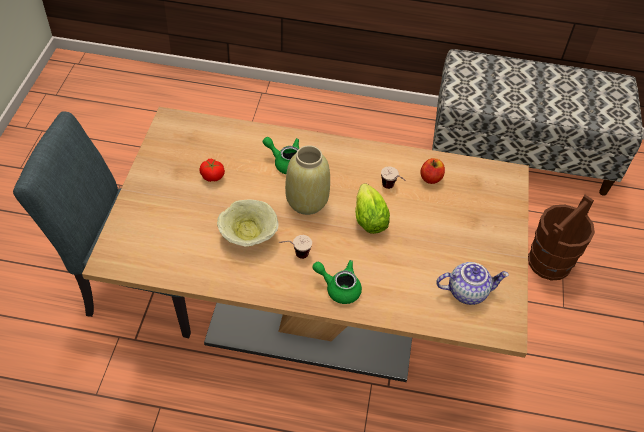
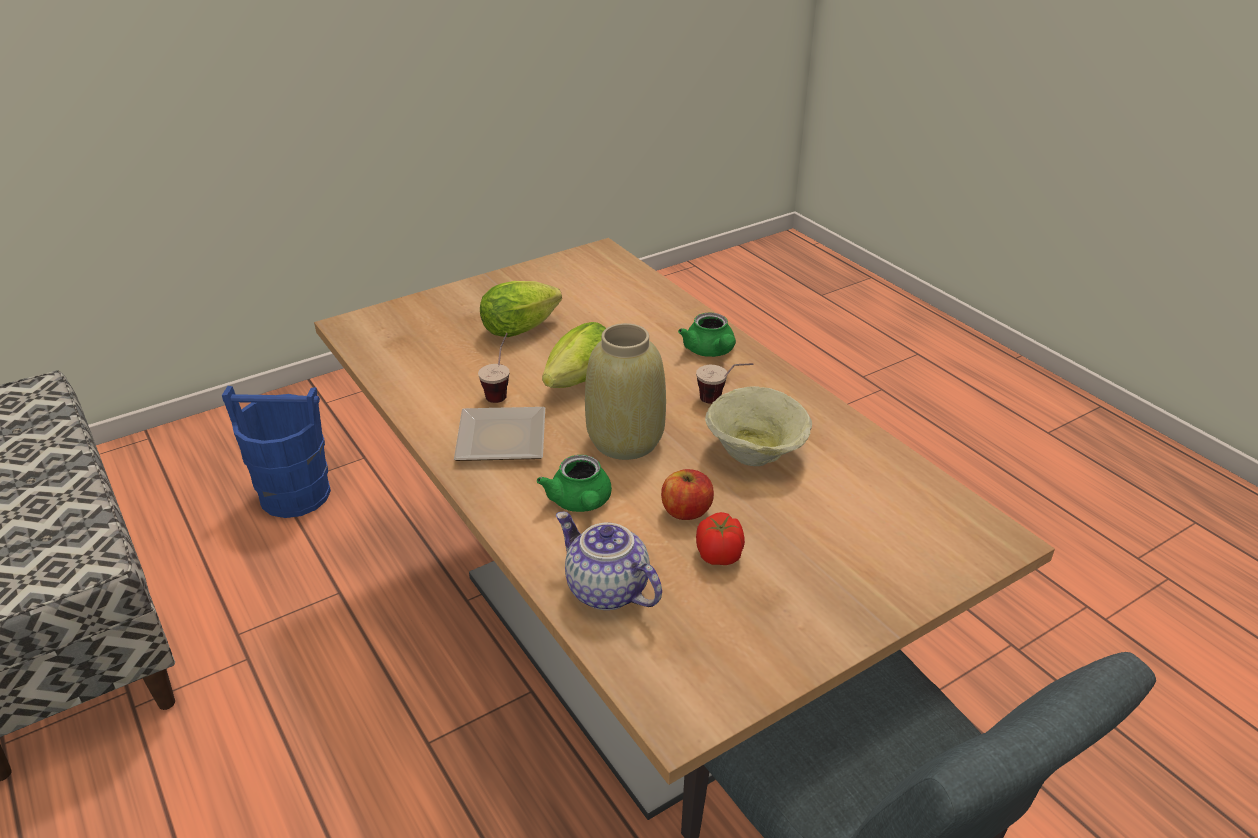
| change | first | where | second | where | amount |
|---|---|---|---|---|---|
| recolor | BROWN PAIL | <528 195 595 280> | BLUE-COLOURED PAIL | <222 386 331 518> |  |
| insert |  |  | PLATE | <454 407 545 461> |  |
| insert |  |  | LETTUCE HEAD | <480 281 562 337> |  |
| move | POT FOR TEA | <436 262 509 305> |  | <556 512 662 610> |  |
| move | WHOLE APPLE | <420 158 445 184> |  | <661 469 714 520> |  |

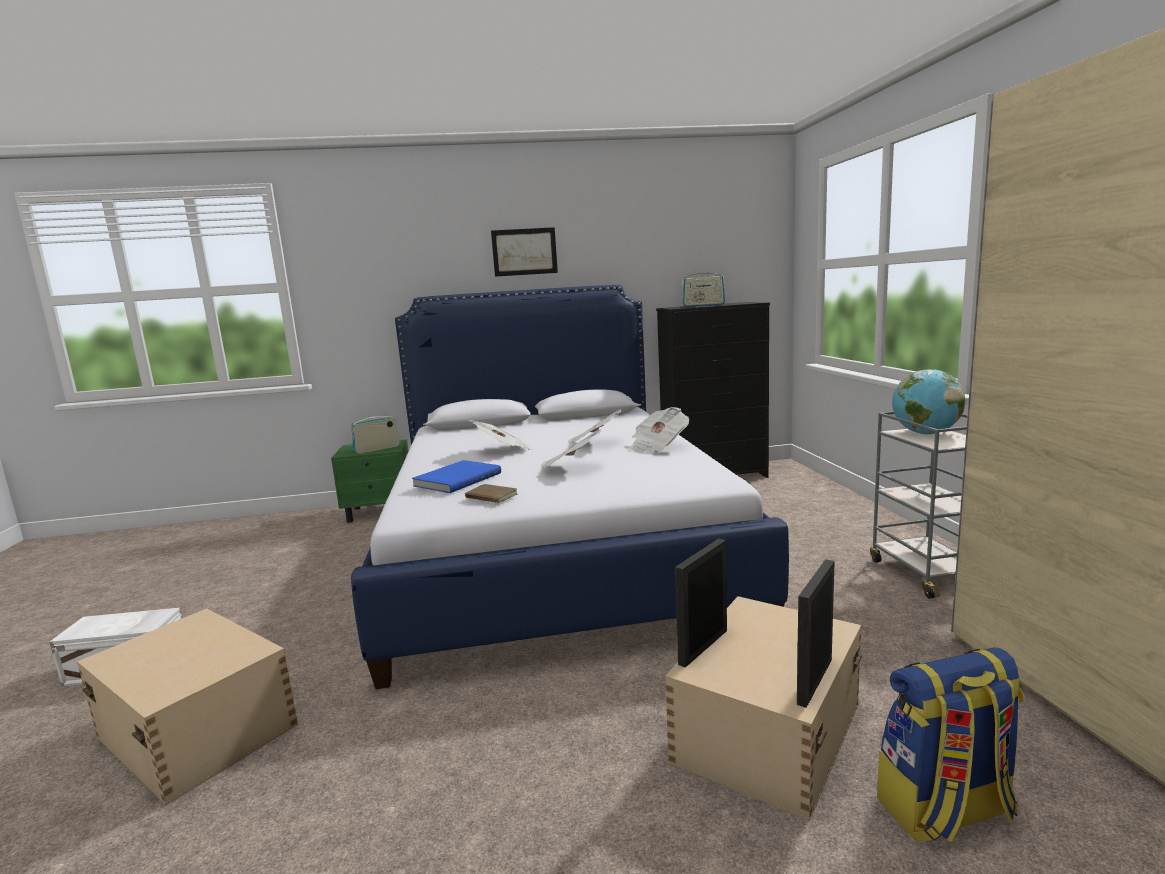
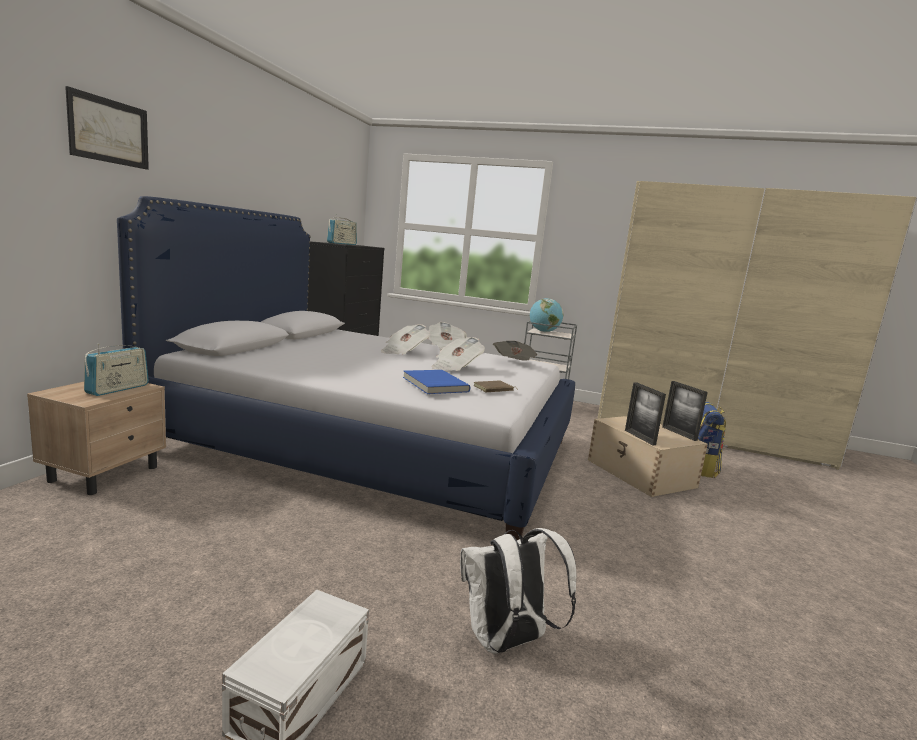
| change | first | where | second | where | amount |
|---|---|---|---|---|---|
| recolor | GREEN BEDSIDE TABLE | <331 439 409 523> | SAND-COLOURED BEDSIDE TABLE | <27 382 166 495> |  |
| move | PICTURE | <491 227 558 277> |  | <65 86 149 170> |  |
| rotate | RADIO | <351 411 400 454> |  | <84 344 149 396> | 150 degrees counterclockwise |
| replace | SAND-COLOURED STORAGE CONTAINER | <77 608 298 805> | WHITE-COLOURED BACKPACK | <460 528 576 654> |  |
| move | NEWSPAPER | <469 420 532 450> |  | <493 341 537 360> |  |

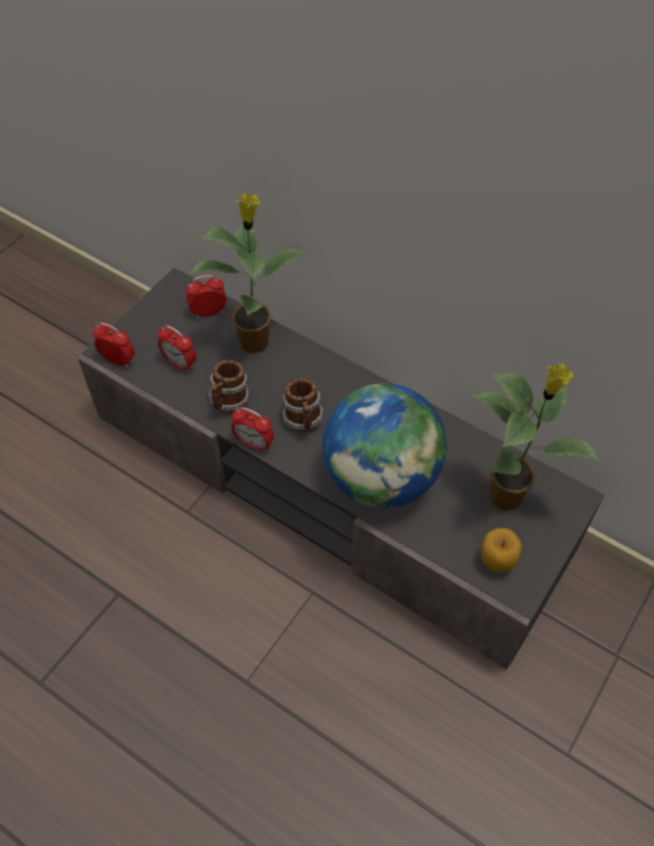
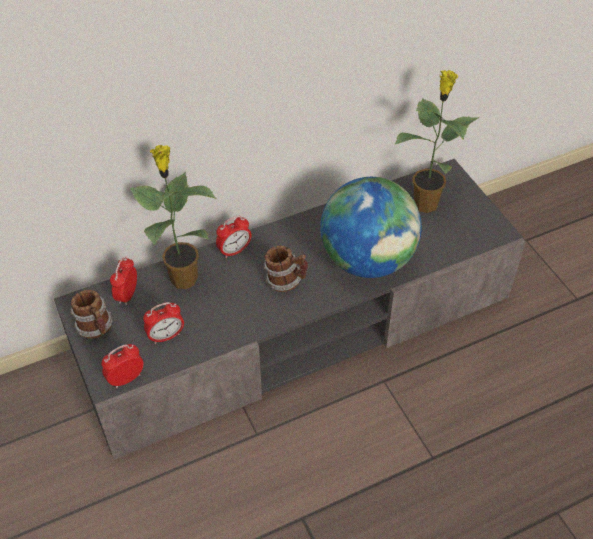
| change | first | where | second | where | amount |
|---|---|---|---|---|---|
| move | TEA MUG | <208 360 250 413> |  | <70 290 113 339> |  |
| move | ALARM CLOCK | <231 407 274 452> |  | <216 216 252 258> |  |
| delete | WHOLE APPLE | <481 528 522 572> |  |  |  |

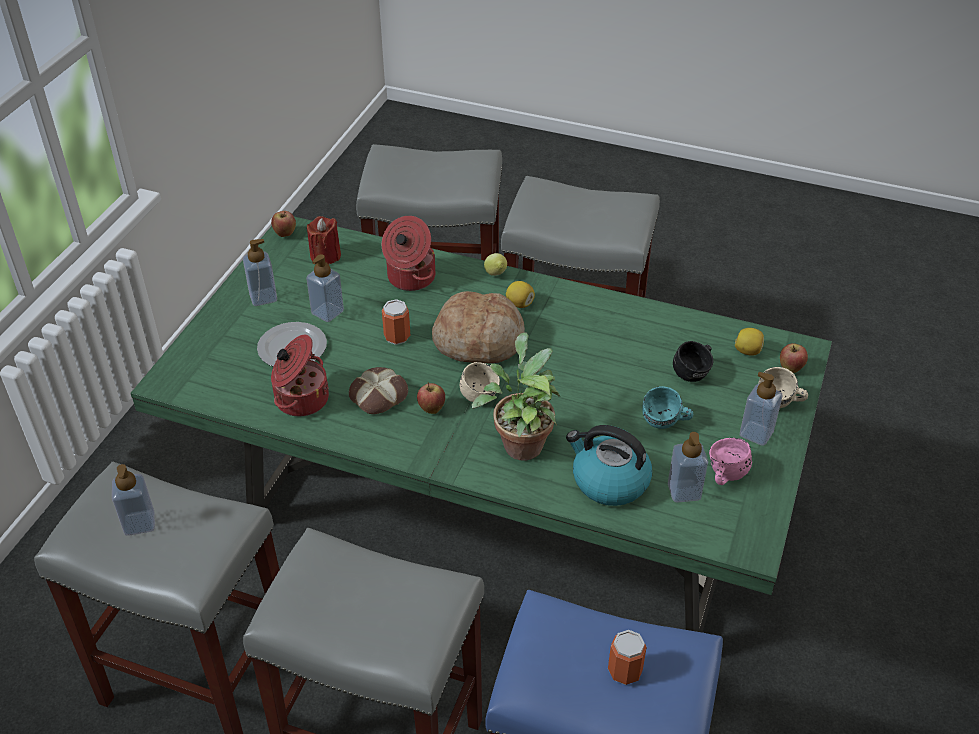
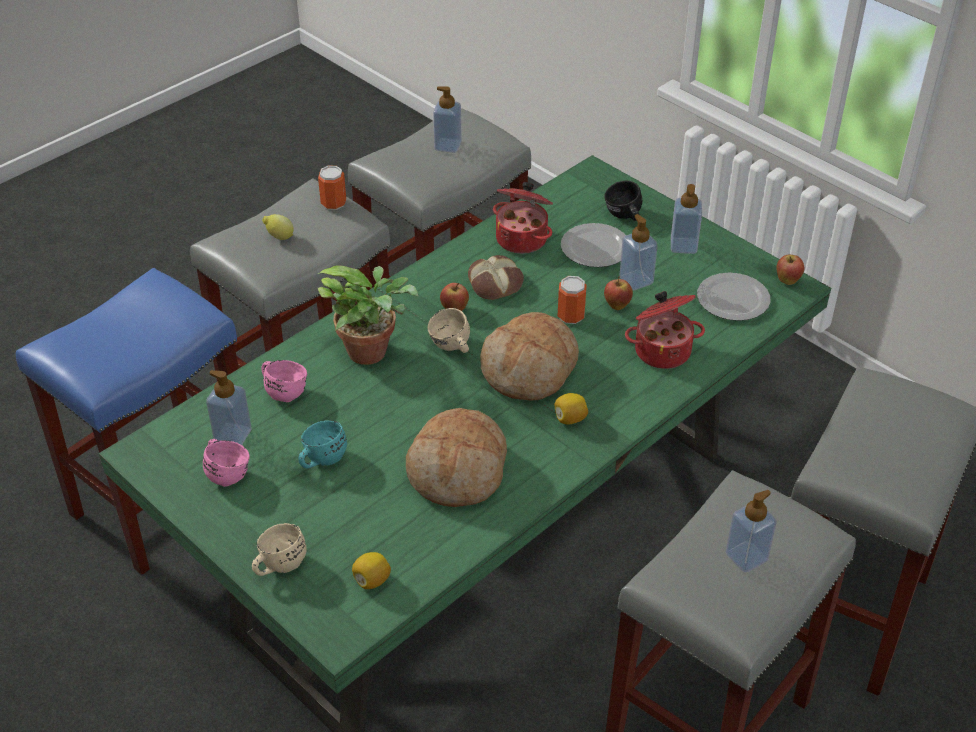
| change | first | where | second | where | amount |
|---|---|---|---|---|---|
| replace | KETTLE | <566 425 652 506> | PINKISH TEA MUG | <261 360 307 402> |  |
| move | LEMON | <484 253 507 276> |  | <262 214 294 240> |  |
| move | CAN | <608 630 647 685> |  | <318 165 346 210> |  |
| insert |  |  | BAKED BREAD | <406 408 507 507> |  |
| move | BLACKISH TEA MUG | <673 341 714 382> |  | <604 181 642 221> |  |
| move | WHOLE APPLE | <780 343 808 373> |  | <604 277 633 310> |  |
| replace | RED CANDLE | <307 216 341 264> | PLATE | <697 273 771 321> |  |
| move | SOAP DISPENSER | <740 372 782 446> |  | <726 490 777 572> |  |

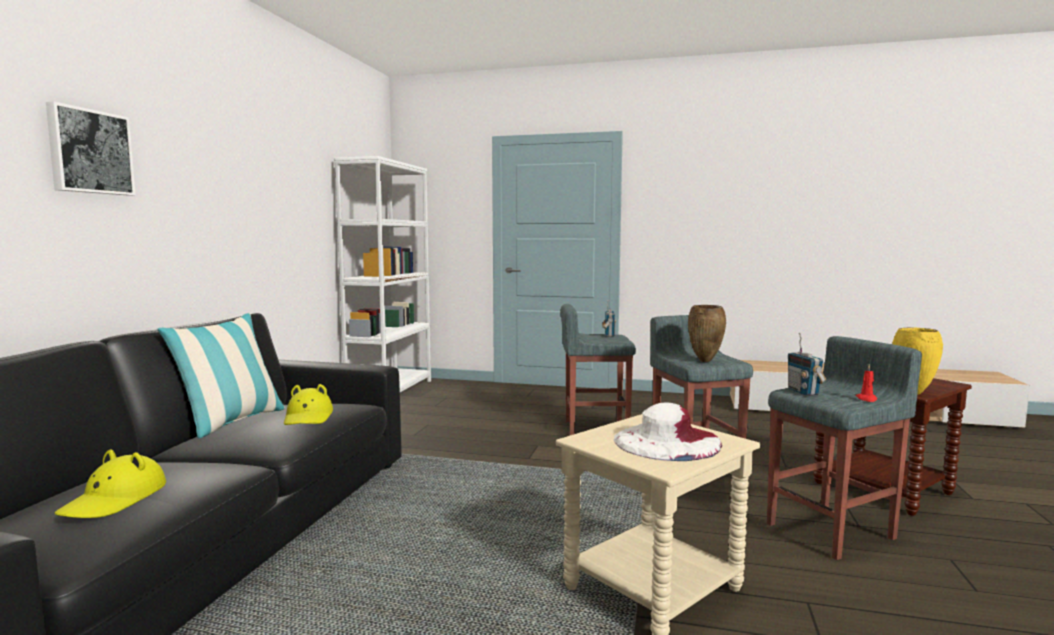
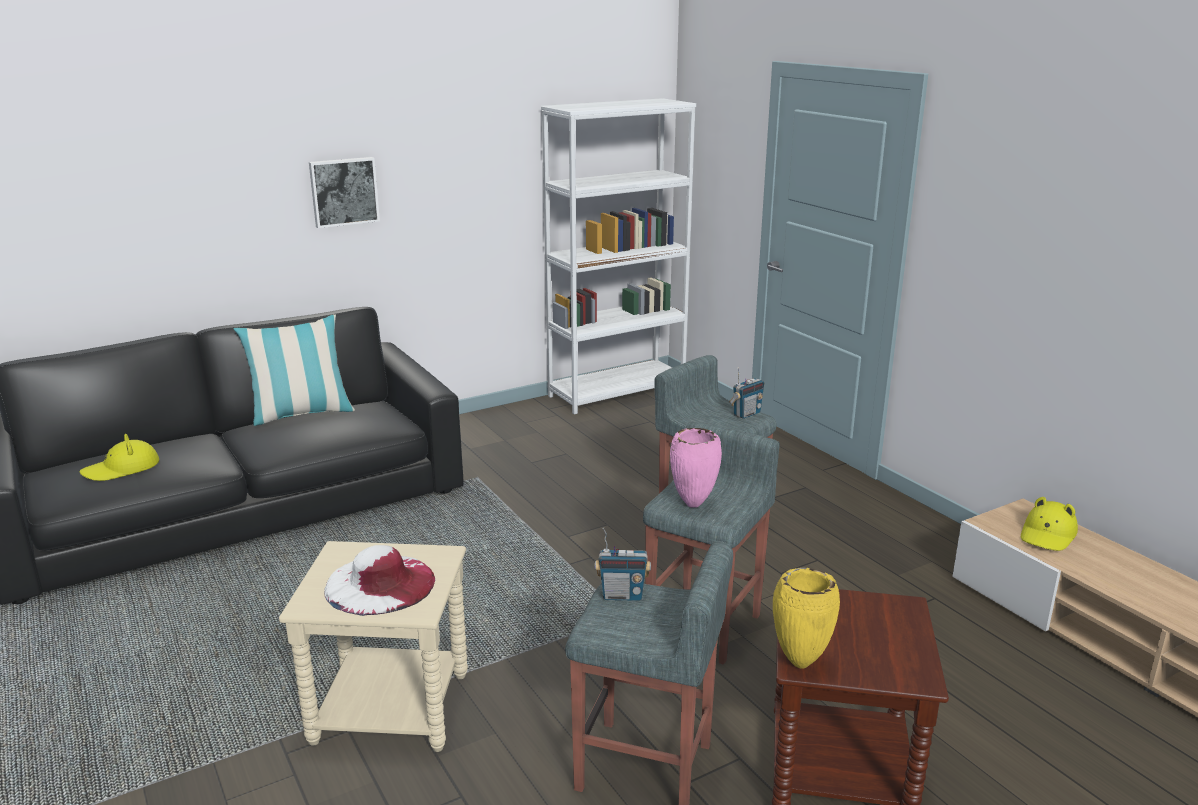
| change | first | where | second | where | amount |
|---|---|---|---|---|---|
| move | PICTURE | <46 101 136 196> |  | <309 157 380 228> |  |
| rotate | RADIO | <788 333 826 396> |  | <595 528 651 601> | 120 degrees counterclockwise |
| recolor | BROWN VASE | <688 305 726 362> | PINKISH VASE | <670 428 722 508> |  |
| move | YELLOW-COLOURED CLOTHING HAT | <284 384 333 425> |  | <1021 497 1078 551> |  |
| delete | RED CANDLE | <856 364 877 402> |  |  |  |

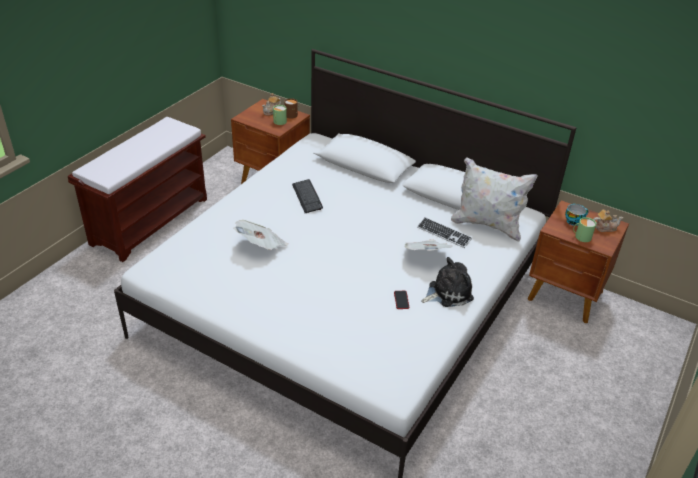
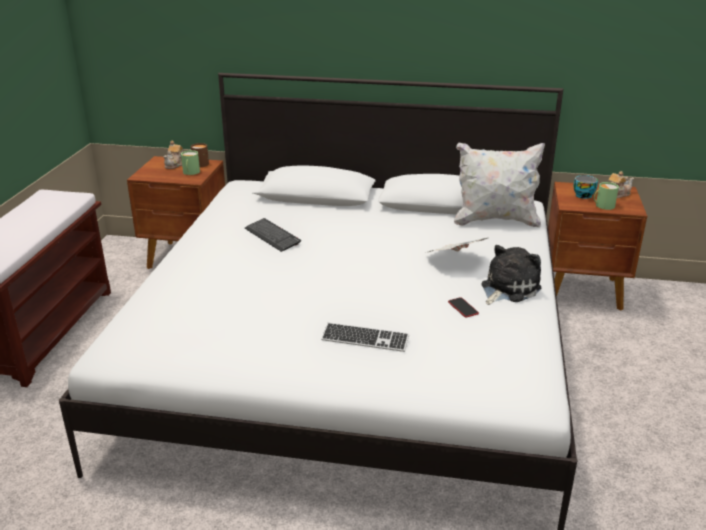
| change | first | where | second | where | amount |
|---|---|---|---|---|---|
| move | COMPUTER KEYBOARD | <417 217 472 248> |  | <321 322 409 352> |  |
| delete | NEWSPAPER | <233 220 288 250> |  |  |  |

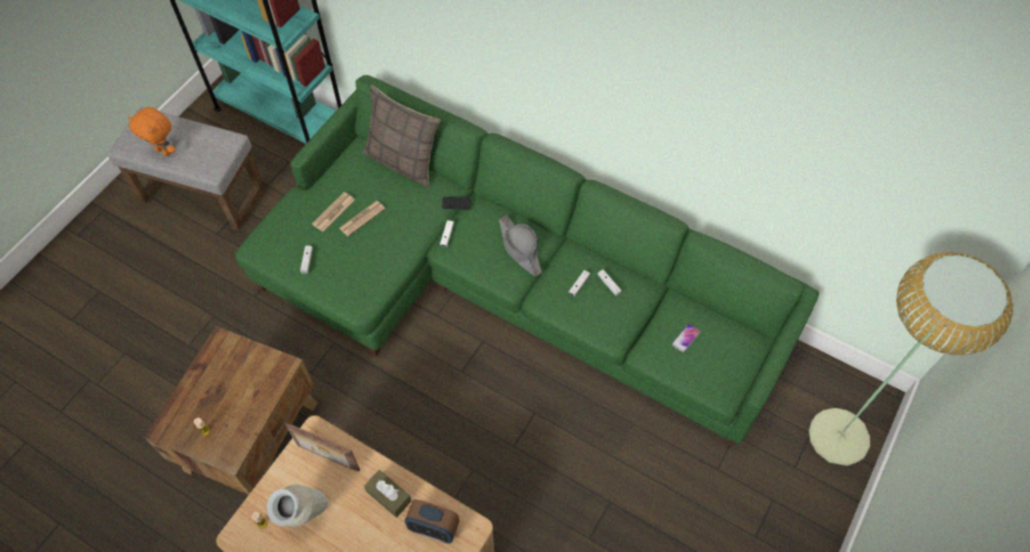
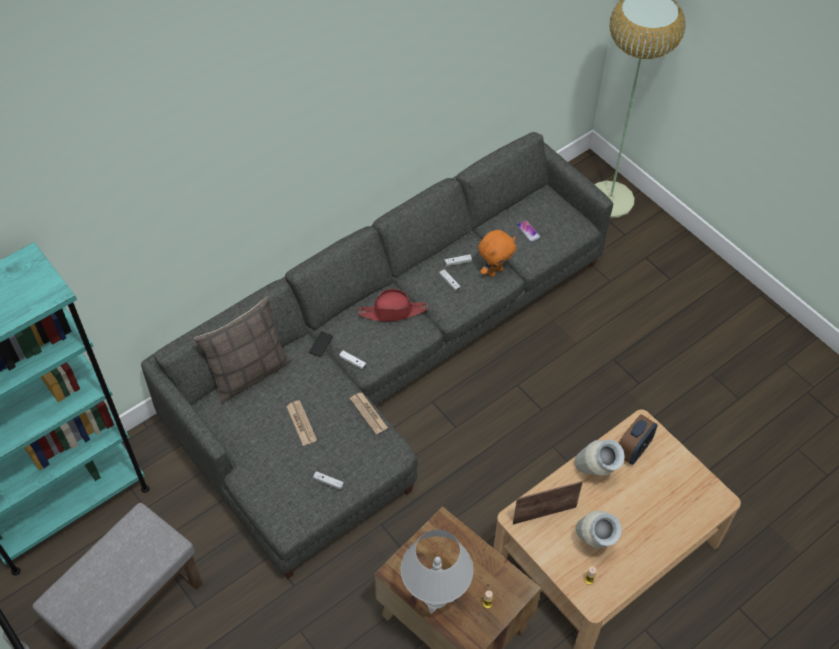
| change | first | where | second | where | amount |
|---|---|---|---|---|---|
| recolor | GREEN COUCH | <235 75 819 446> | GREY COUCH | <141 132 613 579> |  |
| move | NEWSPAPER | <312 192 355 232> |  | <350 393 388 434> |  |
| recolor | GREY CLOTHING HAT | <499 215 542 276> | RED CLOTHING HAT | <358 289 428 321> |  |
| insert |  |  | WHITE-COLOURED TABLE LAMP | <401 529 474 614> |  |
| move | ORANGE-COLOURED CUDDLY TOY | <127 107 176 156> |  | <478 230 516 277> |  |
| rotate | PICTURE FRAME | <284 422 360 471> |  | <513 481 583 525> | 150 degrees counterclockwise |
| replace | BROWN BOX OF TISSUES | <364 470 412 518> | VASE | <575 440 625 476> |  |

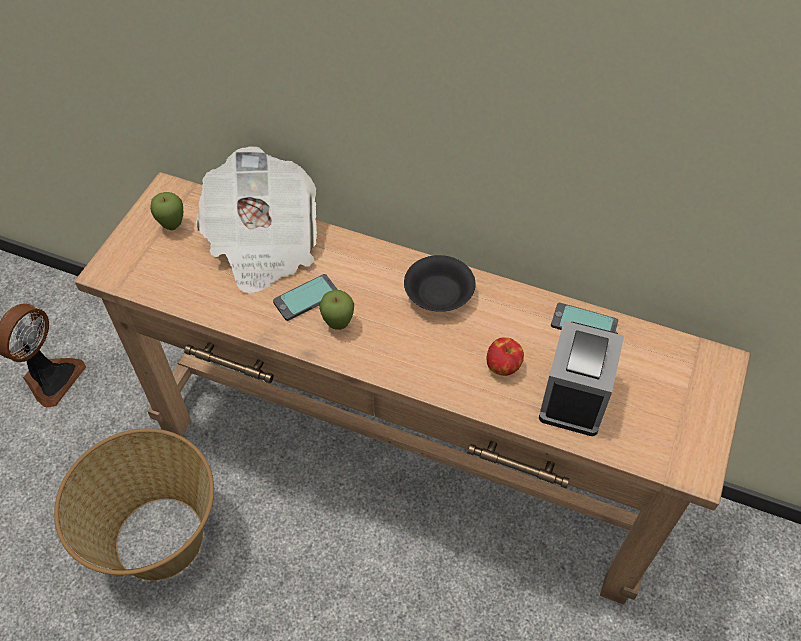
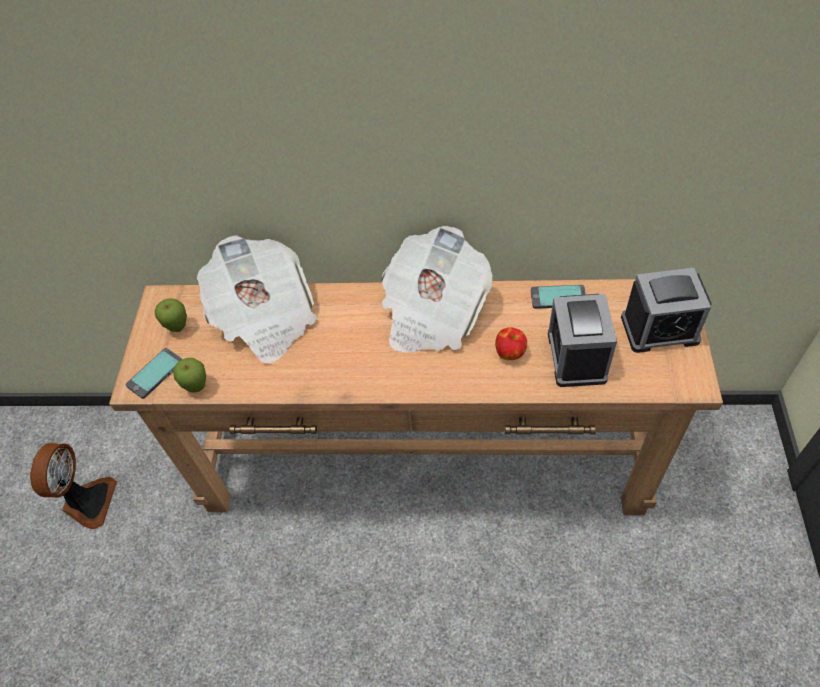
| change | first | where | second | where | amount |
|---|---|---|---|---|---|
| move | HANDSET | <273 274 338 321> |  | <126 348 182 399> |  |
| move | WHOLE APPLE | <319 290 354 330> |  | <174 358 206 393> |  |
| replace | BLACKISH DEEP DISH | <404 255 476 312> | NEWSPAPER | <381 226 493 353> |  |
| insert |  |  | ALARM CLOCK | <621 268 711 353> |  |
| delete | BASKET | <54 428 214 581> |  |  |  |

